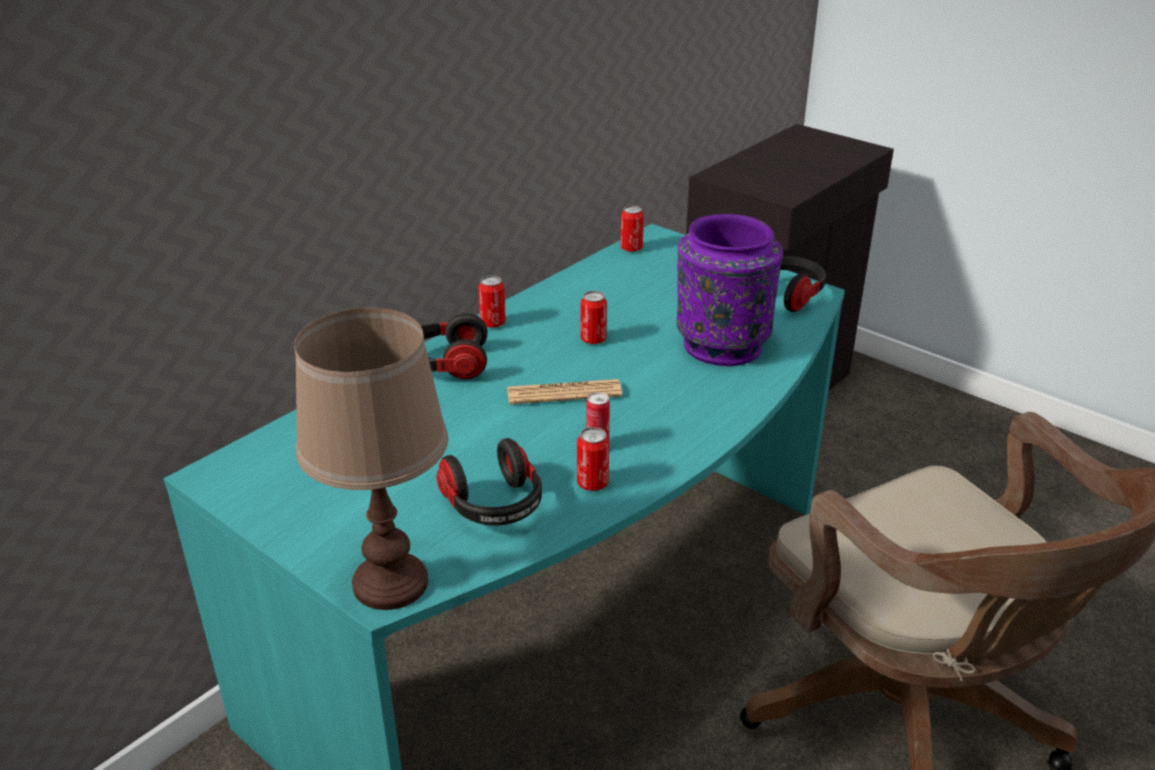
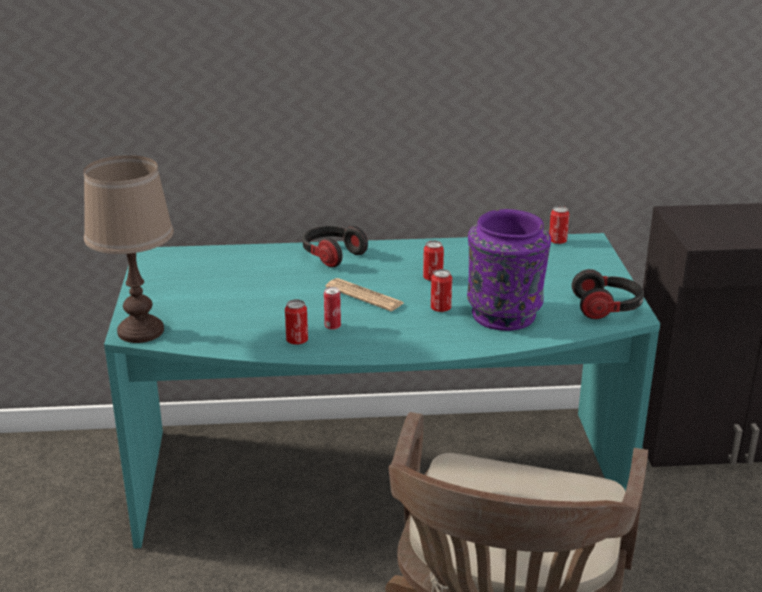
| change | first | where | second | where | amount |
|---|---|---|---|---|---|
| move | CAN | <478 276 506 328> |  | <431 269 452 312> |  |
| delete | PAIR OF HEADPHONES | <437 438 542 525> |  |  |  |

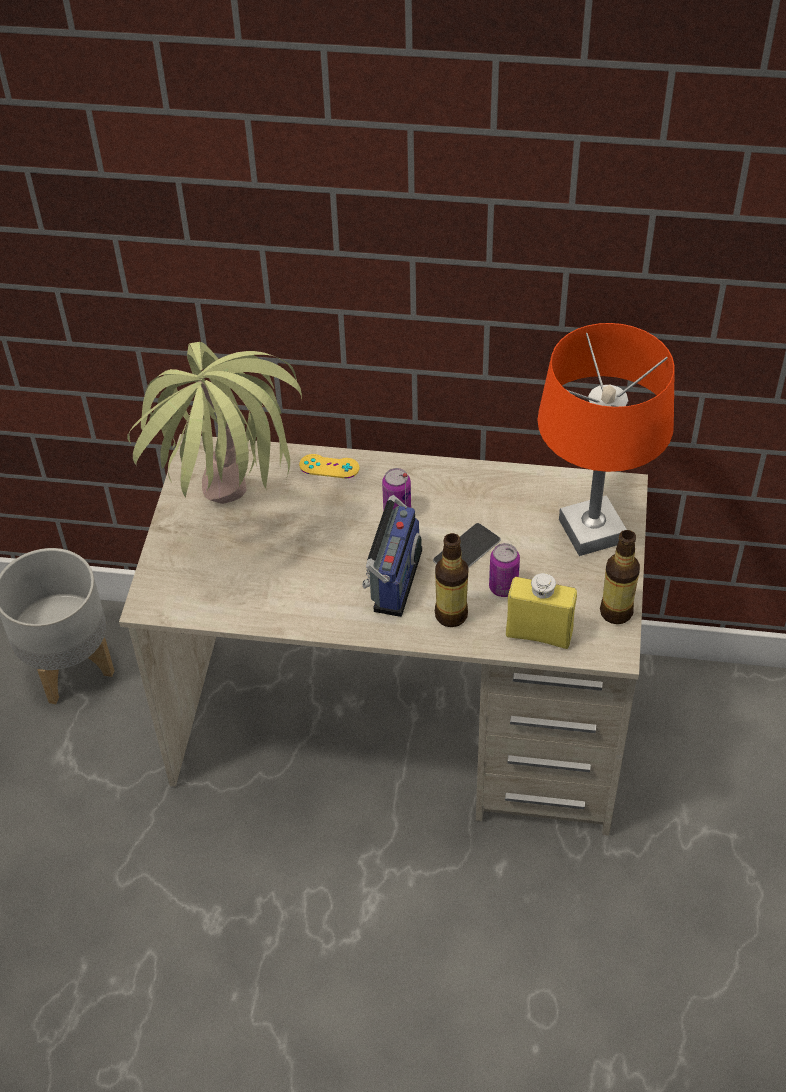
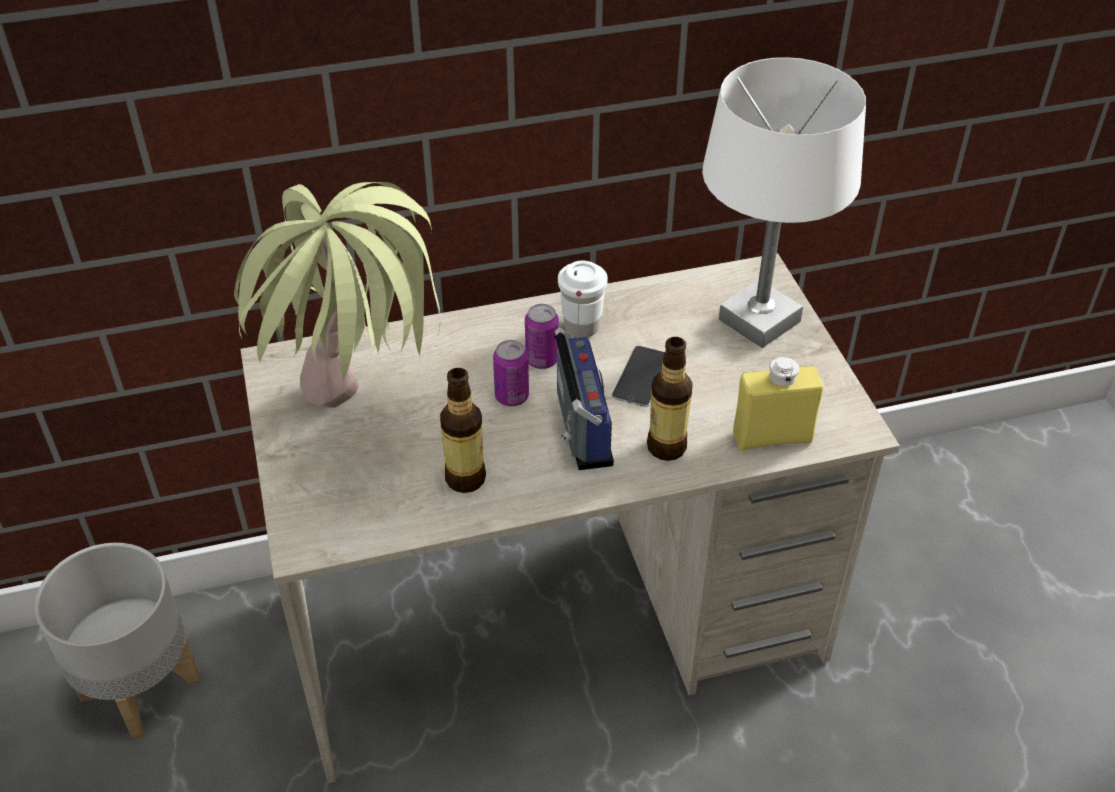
| change | first | where | second | where | amount |
|---|---|---|---|---|---|
| move | DRINK BOTTLE | <600 530 640 624> |  | <440 368 486 493> |  |
| move | CAN | <489 543 520 597> |  | <493 340 529 406> |  |
| insert |  |  | WHITE-COLOURED SMALL CUP | <558 261 608 337> |  |
| recolor | ORANGE-COLOURED TABLE LAMP | <537 323 675 556> | WHITE-COLOURED TABLE LAMP | <702 57 866 348> |  |
| delete | YELLOW-COLOURED GAME CONTROLLER | <299 454 360 478> |  |  |  |

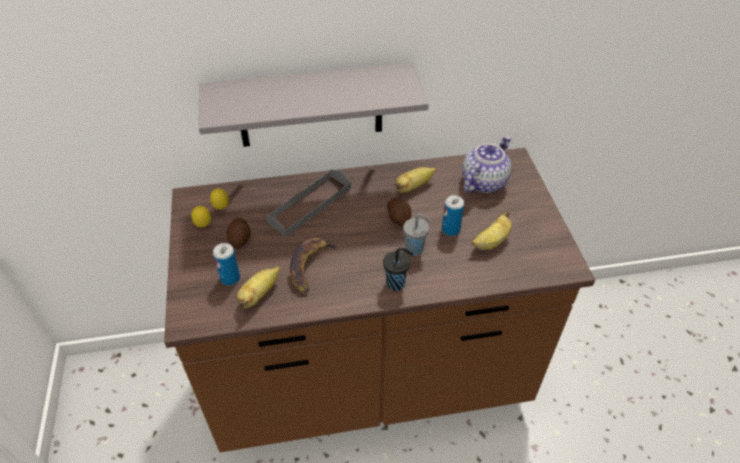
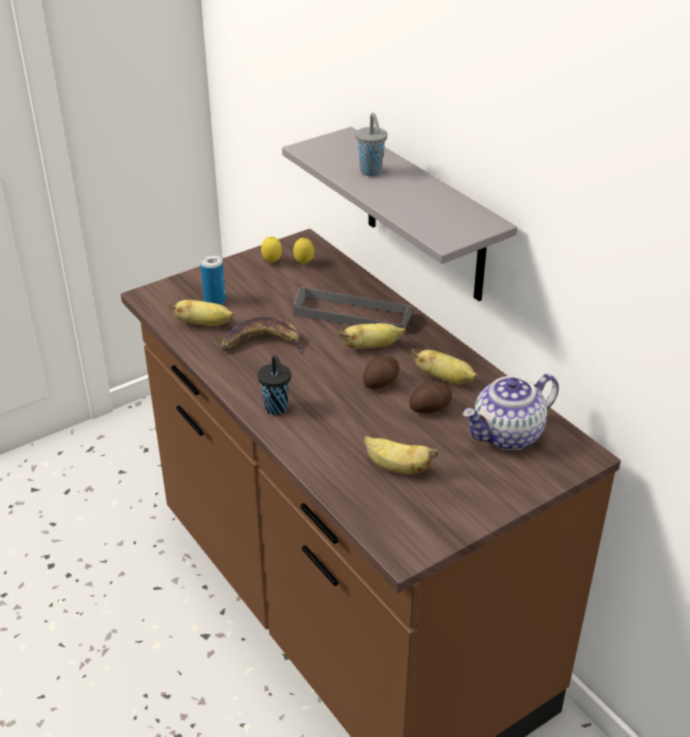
| change | first | where | second | where | amount |
|---|---|---|---|---|---|
| insert |  |  | BANANA | <339 323 406 349> |  |
| move | GREY SMALL CUP | <403 214 433 256> |  | <356 113 387 176> |  |
| move | SPUD | <227 218 251 249> |  | <410 381 452 413> |  |
| rotate | POT FOR TEA | <462 136 511 193> |  | <462 374 559 450> | 135 degrees clockwise |
| delete | CAN | <442 195 464 236> |  |  |  |

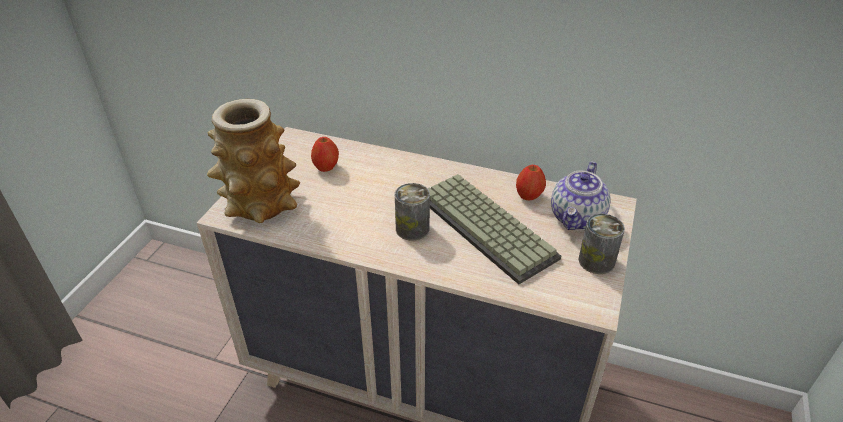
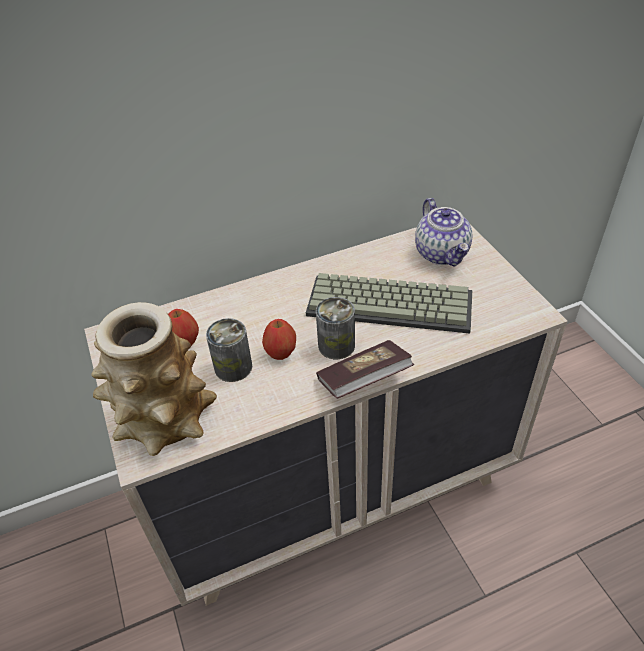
| change | first | where | second | where | amount |
|---|---|---|---|---|---|
| move | CAN | <579 214 625 274> |  | <206 318 252 382> |  |
| move | WHOLE APPLE | <516 165 546 201> |  | <262 319 296 360> |  |
| insert |  |  | VOLUME | <316 340 415 398> |  |

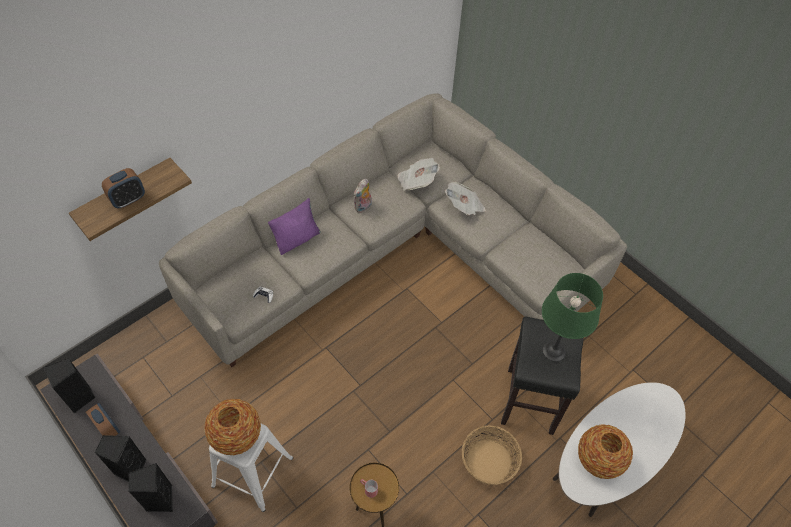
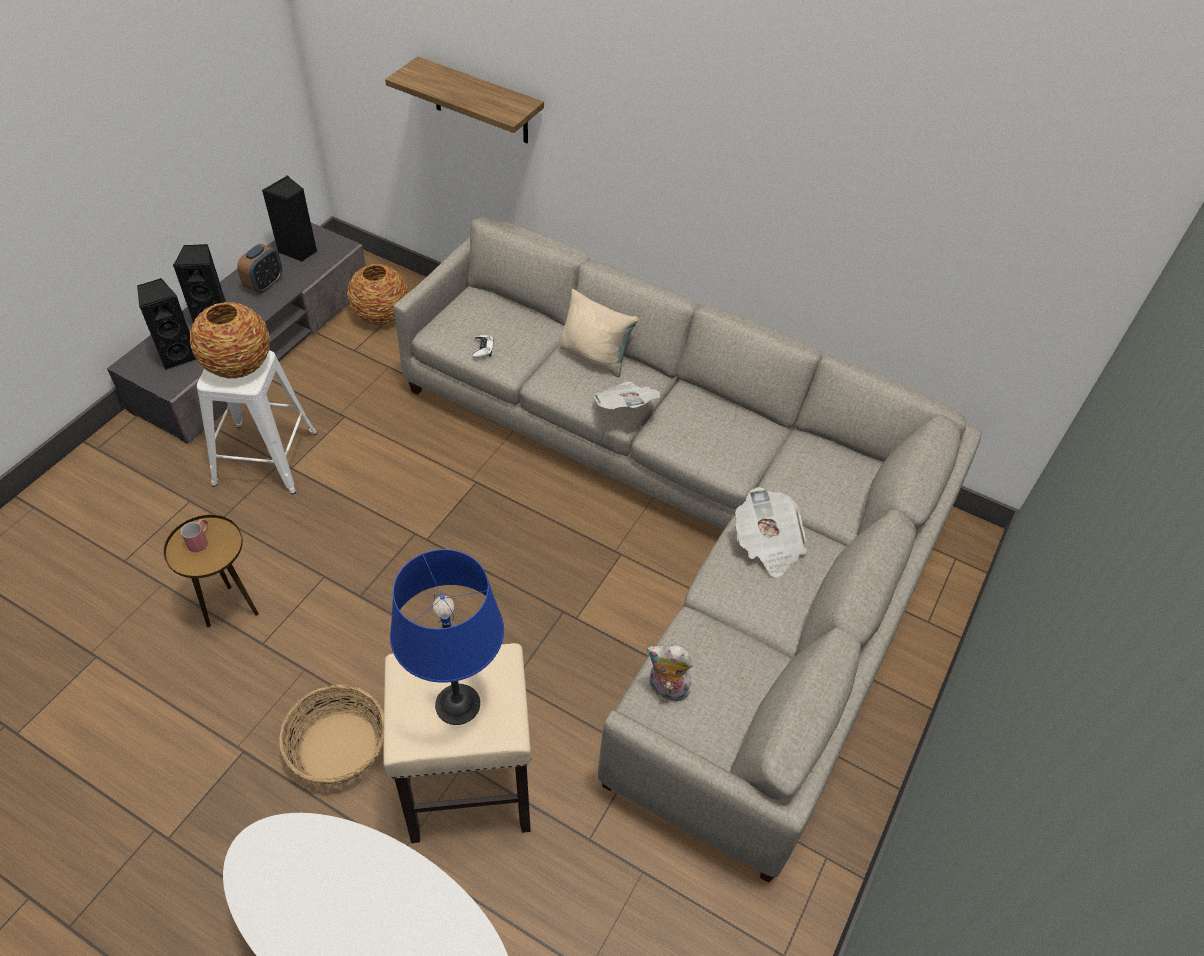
| change | first | where | second | where | amount |
|---|---|---|---|---|---|
| move | VASE | <578 424 633 479> |  | <347 264 408 325> |  |
| recolor | BLACKISH SITTING STOOL | <501 317 584 435> | SAND-COLOURED SITTING STOOL | <383 643 531 843> |  |
| recolor | GREEN TABLE LAMP | <542 273 603 362> | BLUE-COLOURED TABLE LAMP | <390 549 504 725> |  |
| recolor | PURPLE THROW PILLOW | <268 198 321 255> | SAND-COLOURED THROW PILLOW | <559 289 638 377> |  |
| move | NEWSPAPER | <397 158 440 191> |  | <594 381 660 409> |  |
| move | CUDDLY TOY | <354 179 372 213> |  | <647 645 693 701> |  |
| delete | ALARM CLOCK | <102 168 145 208> |  |  |  |

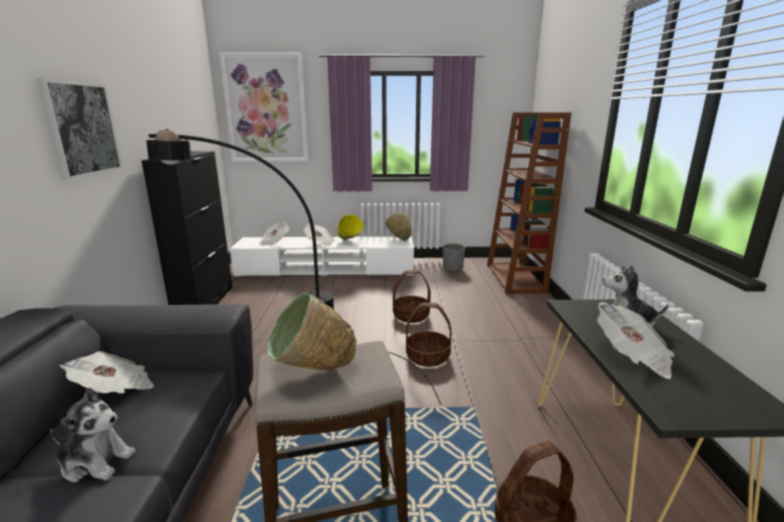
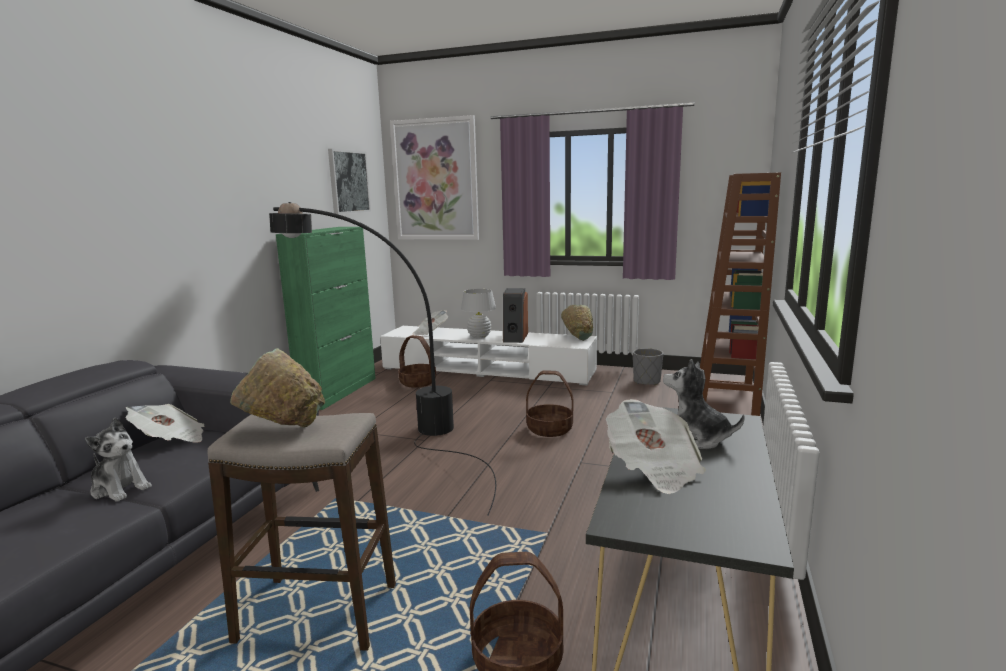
| change | first | where | second | where | amount |
|---|---|---|---|---|---|
| recolor | BLACKISH STORAGE CABINET | <141 151 232 305> | GREEN STORAGE CABINET | <276 227 375 410> |  |
| move | PICTURE | <36 78 123 180> |  | <328 149 371 214> |  |
| move | BASKET | <406 303 452 367> |  | <398 335 436 388> |  |
| replace | NEWSPAPER | <303 224 335 247> | WHITE-COLOURED TABLE LAMP | <461 289 496 338> |  |
| replace | YELLOW-COLOURED DEEP DISH | <338 215 363 240> | LOUDSPEAKER | <503 288 528 343> |  |

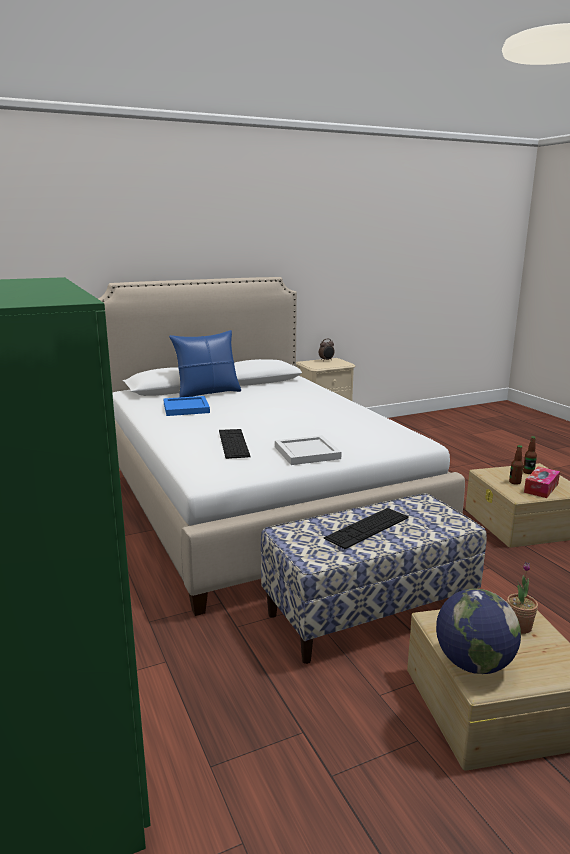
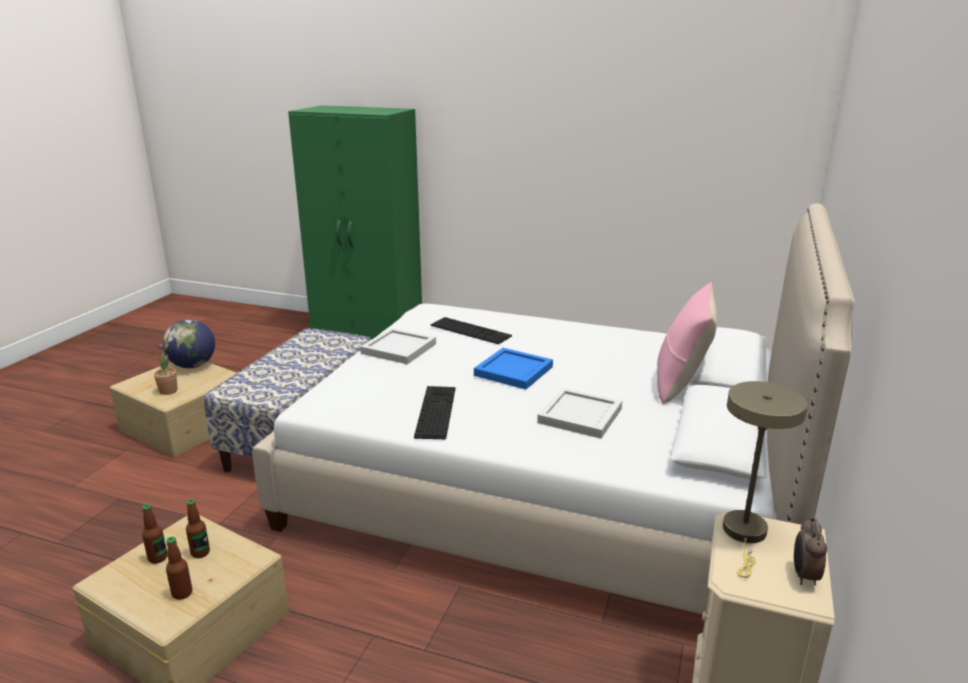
| change | first | where | second | where | amount |
|---|---|---|---|---|---|
| replace | BOX OF TISSUES | <524 467 560 498> | DRINK BOTTLE | <142 504 168 564> |  |
| move | COMPUTER KEYBOARD | <324 508 409 549> |  | <414 386 456 439> |  |
| move | BLUE-COLOURED TRAY | <163 396 210 416> |  | <474 348 553 390> |  |
| insert |  |  | WHITE-COLOURED TRAY | <537 388 622 439> |  |
| recolor | BLUE-COLOURED THROW PILLOW | <169 330 241 397> | PINKISH THROW PILLOW | <657 282 717 404> |  |
| insert |  |  | SAND-COLOURED TABLE LAMP | <723 381 808 578> |  |

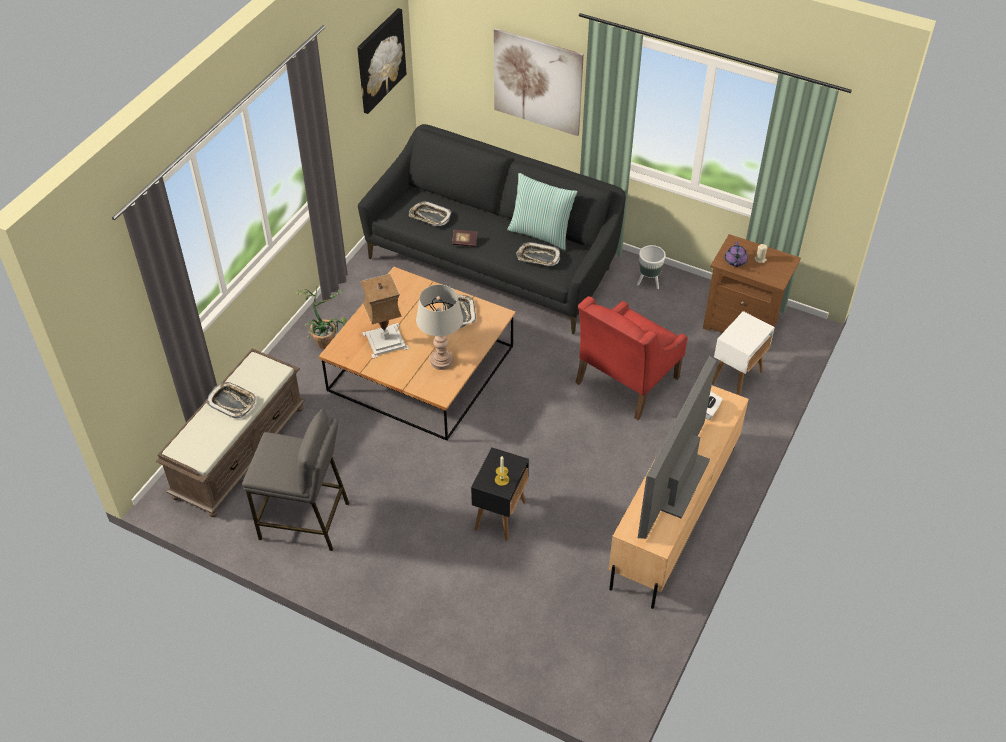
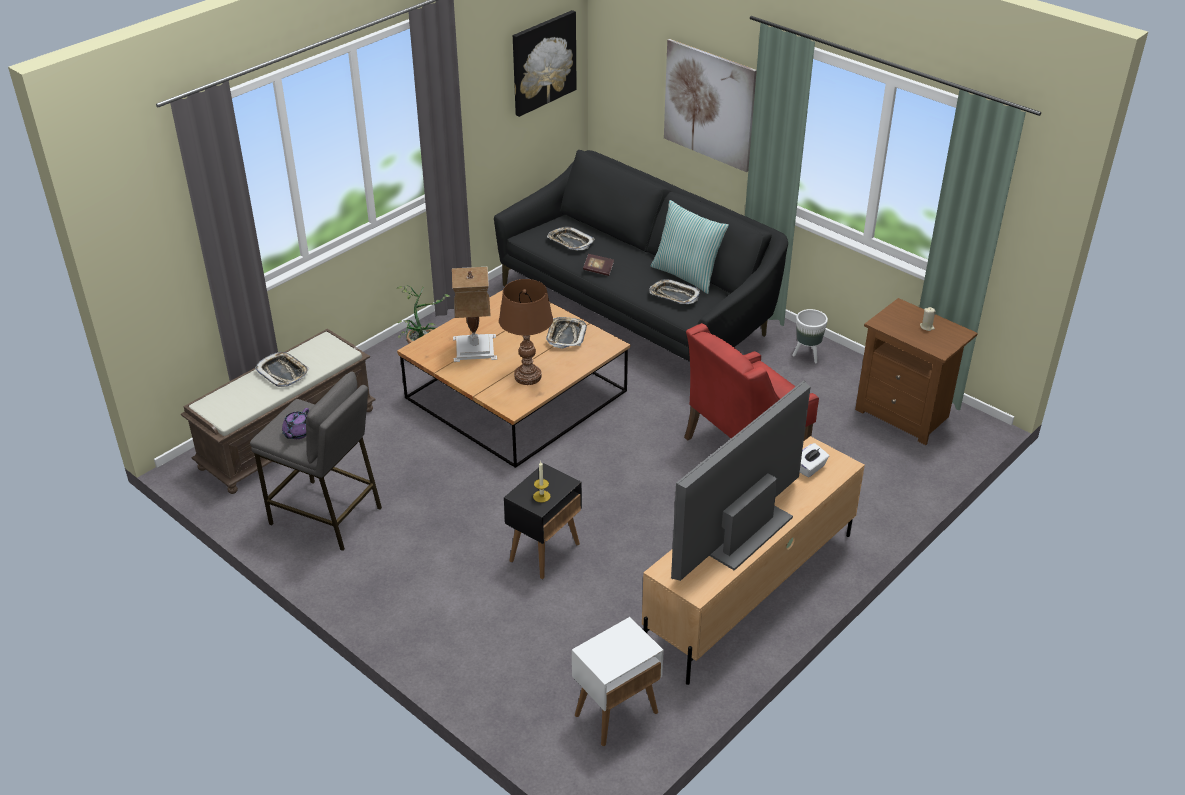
| change | first | where | second | where | amount |
|---|---|---|---|---|---|
| move | PURPLE POT FOR TEA | <725 241 748 267> |  | <282 408 309 439> |  |
| recolor | GREY TABLE LAMP | <416 285 463 370> | BROWN TABLE LAMP | <499 279 553 385> |  |
| move | WHITE-COLOURED END TABLE | <712 311 775 395> |  | <572 617 664 746> |  |

